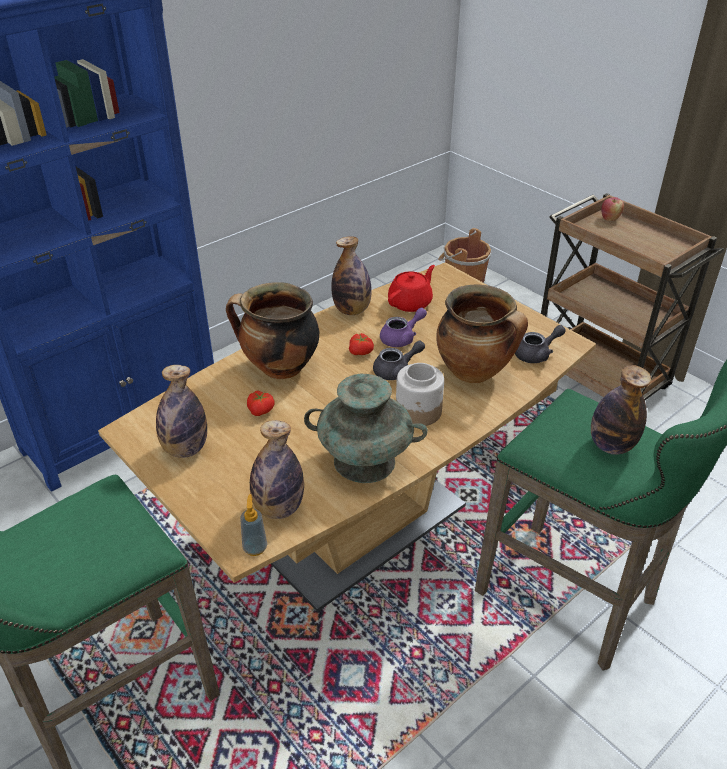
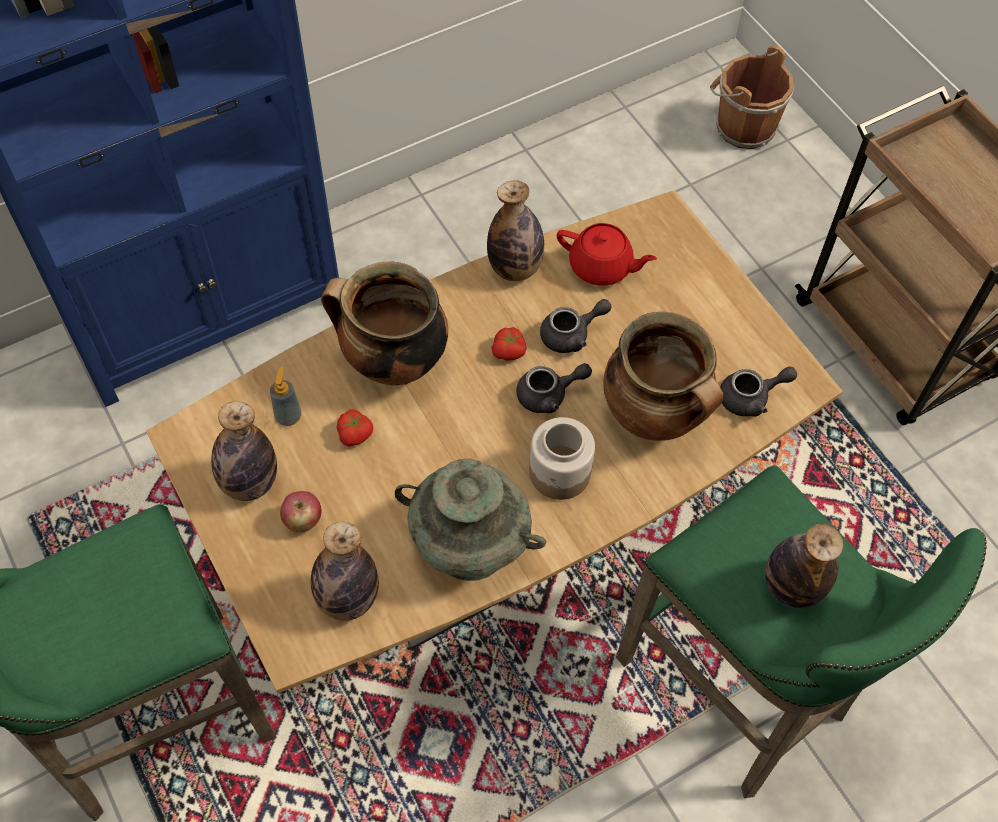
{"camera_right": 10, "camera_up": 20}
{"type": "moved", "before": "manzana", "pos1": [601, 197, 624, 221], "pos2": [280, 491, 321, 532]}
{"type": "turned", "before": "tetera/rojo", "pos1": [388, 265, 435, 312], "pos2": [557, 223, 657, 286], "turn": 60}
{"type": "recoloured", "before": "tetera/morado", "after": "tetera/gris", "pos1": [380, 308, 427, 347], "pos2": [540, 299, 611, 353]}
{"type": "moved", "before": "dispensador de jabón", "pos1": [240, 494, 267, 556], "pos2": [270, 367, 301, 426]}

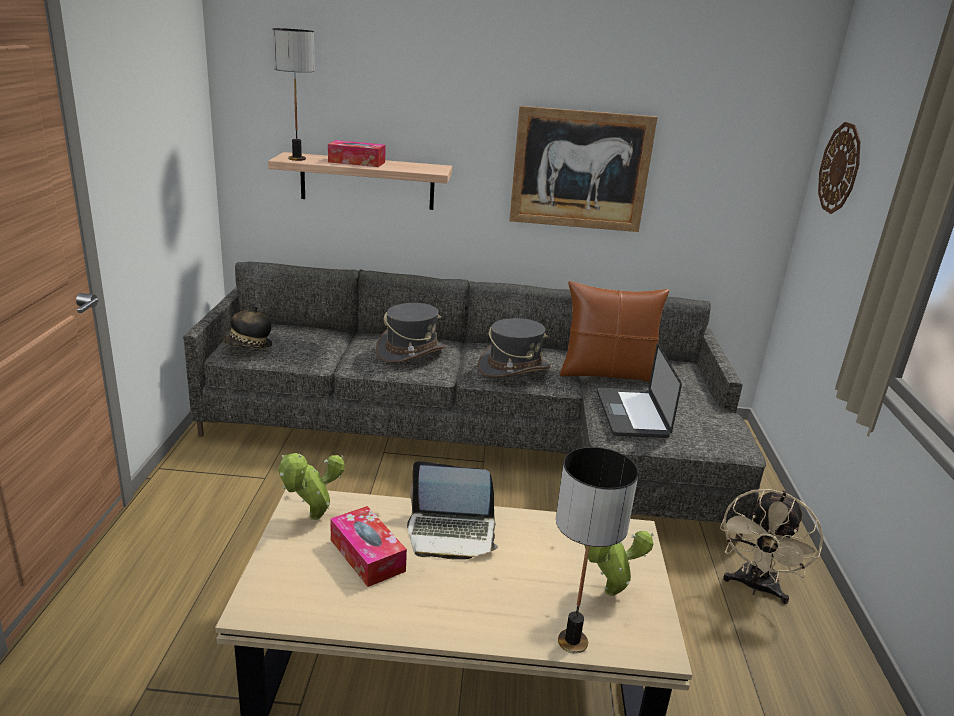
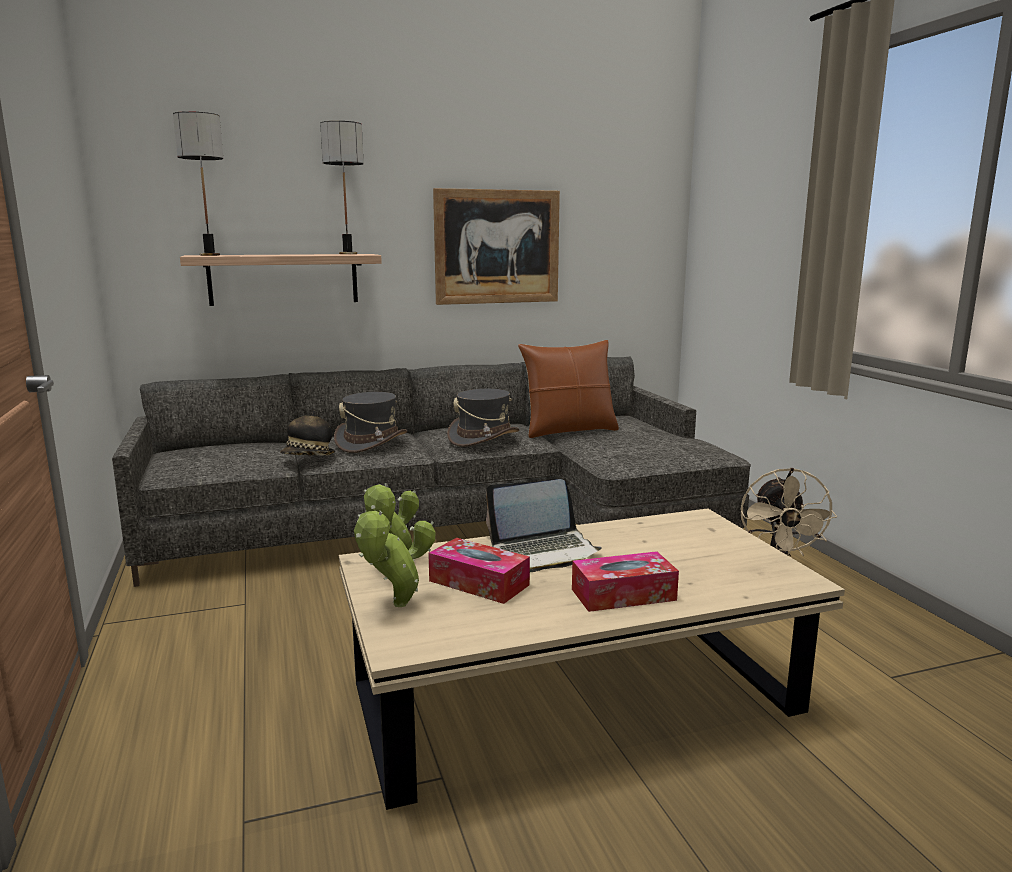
{"camera_right": -20, "camera_up": -10}
{"type": "removed", "before": "reloj de pared", "pos1": [818, 122, 860, 214]}
{"type": "moved", "before": "caja de pañuelos", "pos1": [328, 140, 386, 167], "pos2": [572, 551, 679, 612]}
{"type": "moved", "before": "sombrero", "pos1": [222, 306, 272, 349], "pos2": [280, 410, 335, 456]}
{"type": "removed", "before": "portátil", "pos1": [597, 343, 682, 438]}
{"type": "moved", "before": "lámpara de mesa", "pos1": [556, 447, 639, 654], "pos2": [320, 121, 364, 254]}
{"type": "moved", "before": "planta en maceta", "pos1": [584, 531, 654, 596], "pos2": [354, 511, 436, 607]}

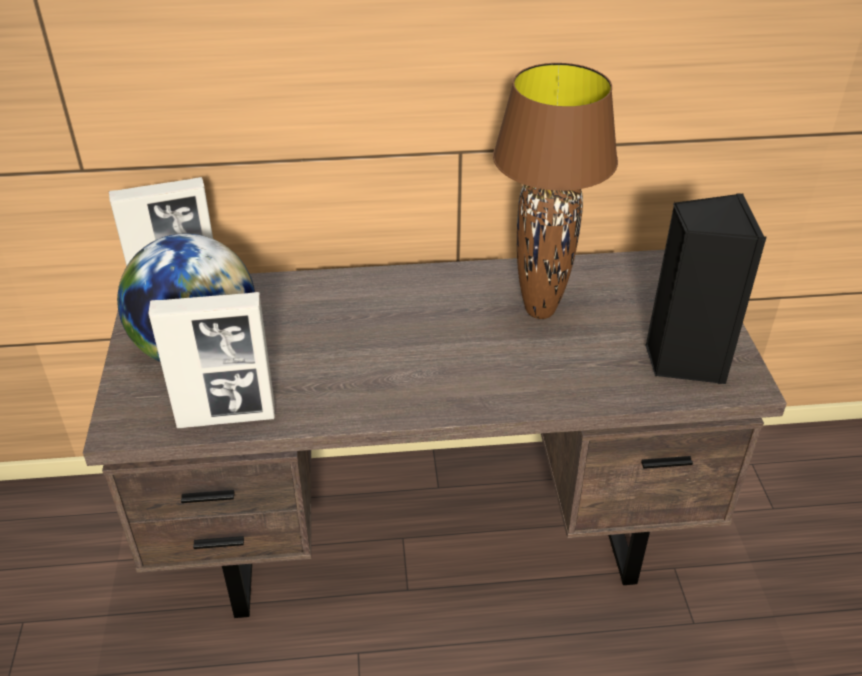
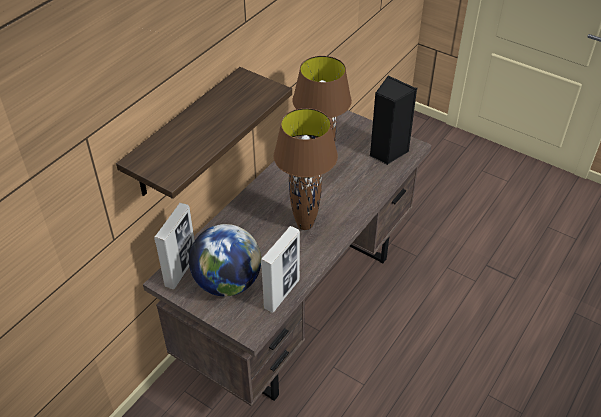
{"camera_right": -50, "camera_up": 5}
{"type": "added", "after": "estante", "pos2": [116, 67, 292, 199]}
{"type": "added", "after": "lámpara de mesa/marrón", "pos2": [274, 108, 338, 230]}

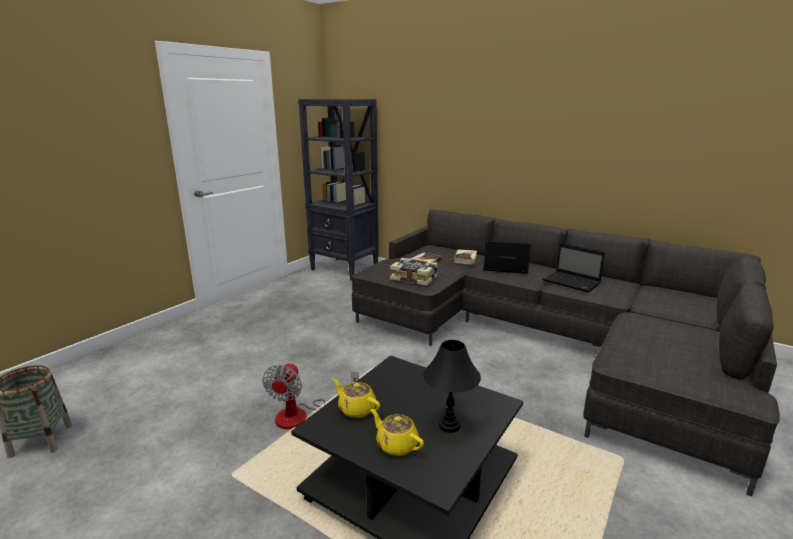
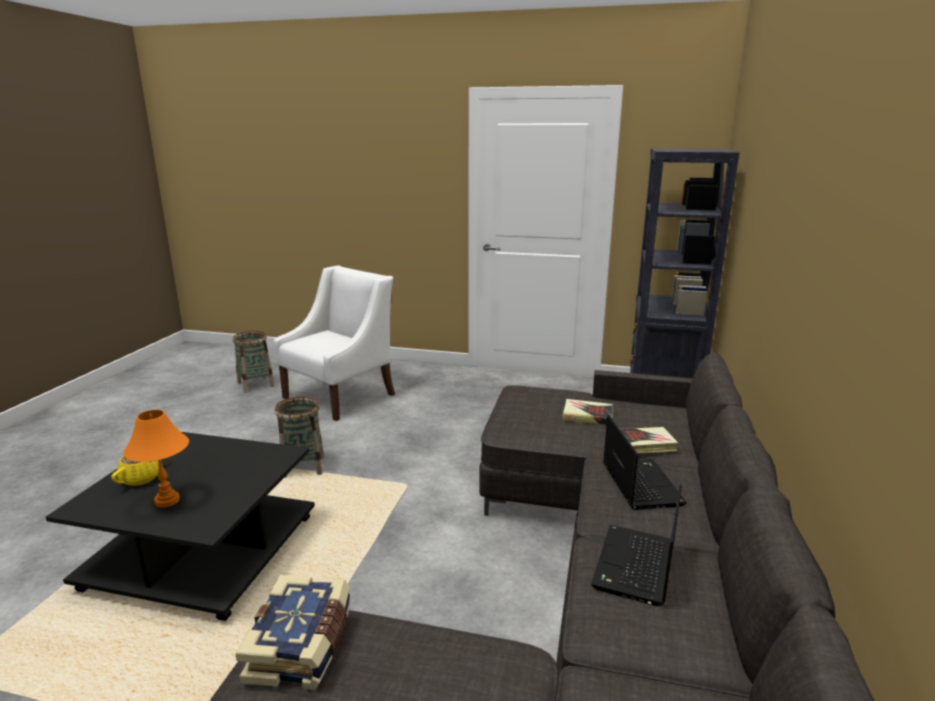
{"camera_right": 70, "camera_up": 0}
{"type": "moved", "before": "libro", "pos1": [390, 258, 438, 286], "pos2": [236, 575, 351, 690]}
{"type": "recoloured", "before": "lámpara de mesa/negro", "after": "lámpara de mesa/naranja", "pos1": [423, 340, 481, 433], "pos2": [123, 410, 189, 508]}
{"type": "replaced", "before": "ventilador", "after": "cesta", "pos1": [262, 362, 359, 429], "pos2": [275, 397, 324, 478]}
{"type": "removed", "before": "tetera/amarillo", "pos1": [333, 379, 380, 418]}
{"type": "added", "after": "sillón/blanco", "pos2": [274, 265, 395, 421]}

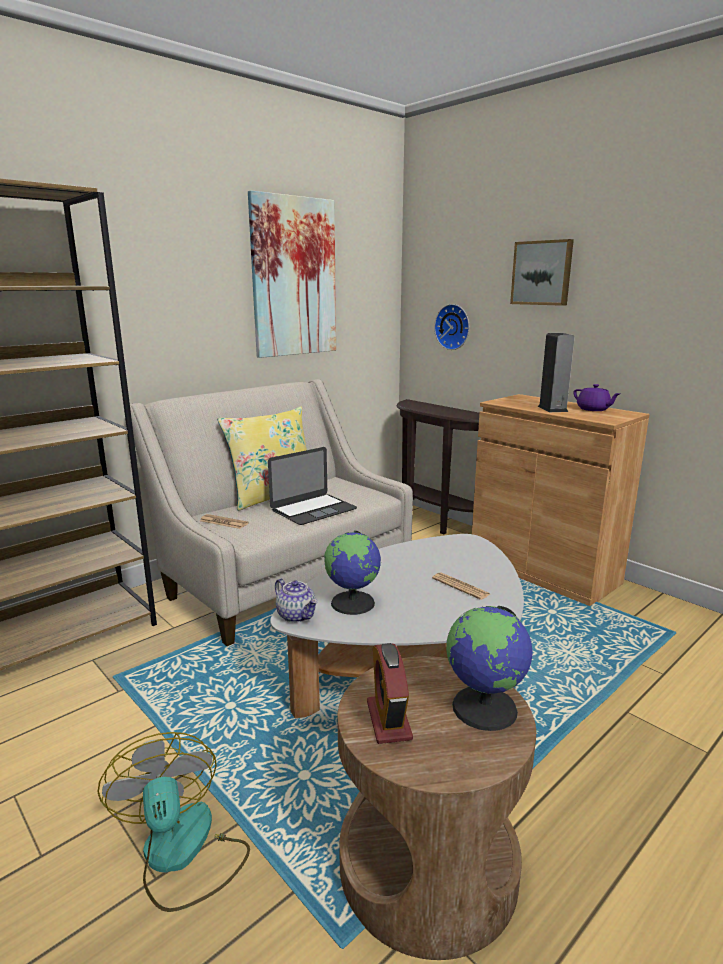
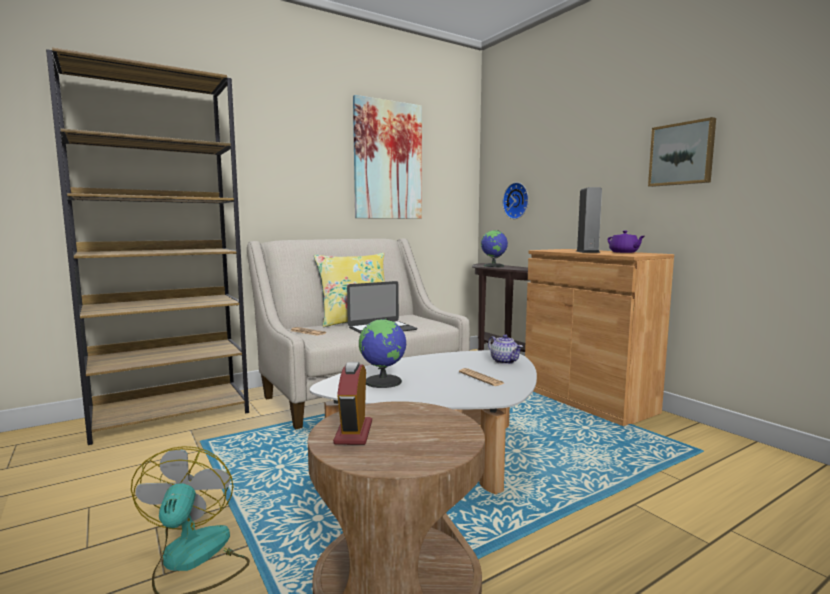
{"camera_right": 10, "camera_up": -10}
{"type": "moved", "before": "cuadro", "pos1": [510, 239, 574, 306], "pos2": [648, 117, 716, 187]}
{"type": "moved", "before": "tetera", "pos1": [275, 579, 318, 623], "pos2": [488, 335, 523, 364]}
{"type": "moved", "before": "globo terráqueo", "pos1": [446, 606, 533, 731], "pos2": [481, 230, 508, 267]}

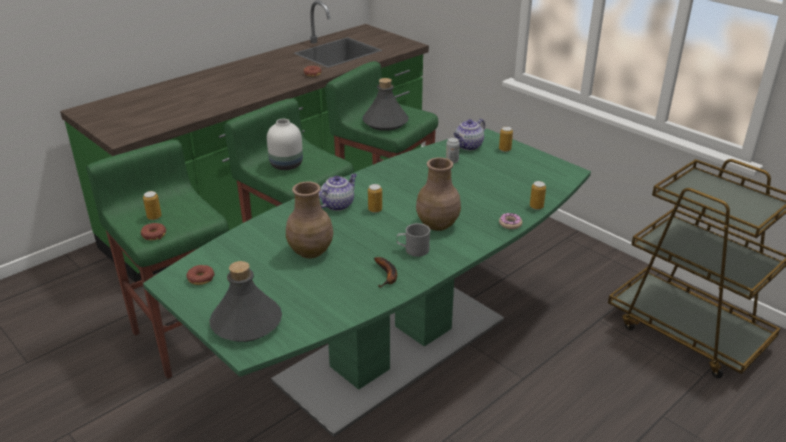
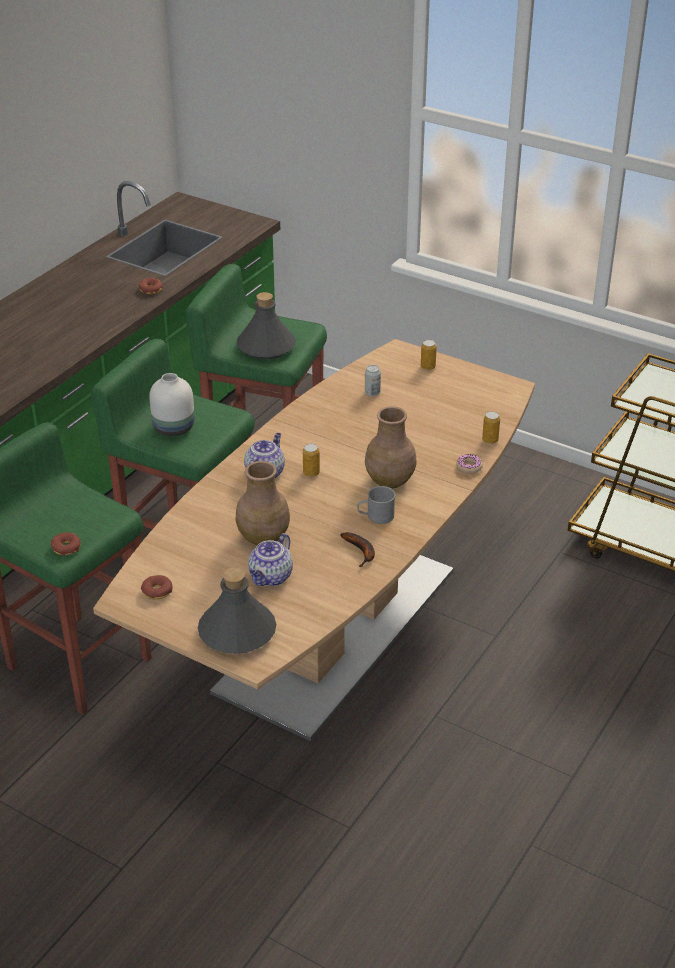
{"camera_right": -15, "camera_up": 5}
{"type": "moved", "before": "tetera", "pos1": [454, 119, 485, 150], "pos2": [248, 533, 293, 586]}
{"type": "recoloured", "before": "mesa de comedor/verde", "after": "mesa de comedor/marrón", "pos1": [143, 129, 591, 437], "pos2": [93, 339, 535, 741]}
{"type": "removed", "before": "lata", "pos1": [143, 191, 162, 220]}

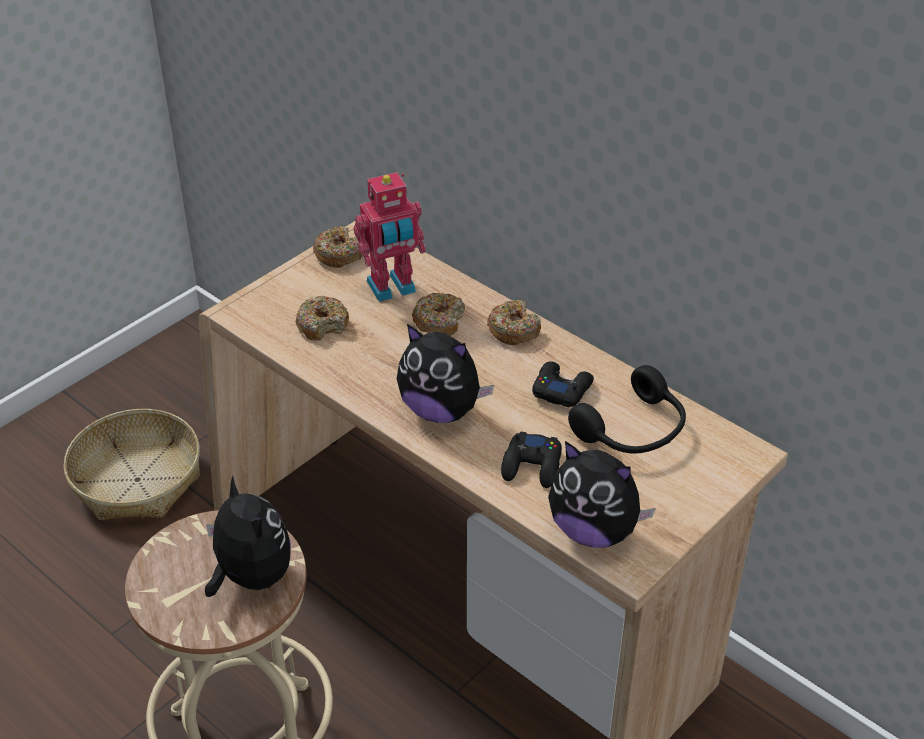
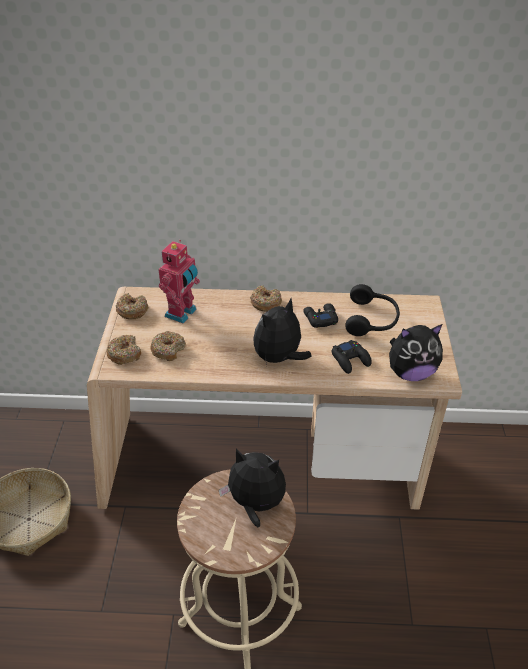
{"camera_right": -40, "camera_up": 0}
{"type": "moved", "before": "rosquilla", "pos1": [412, 293, 465, 336], "pos2": [106, 335, 141, 365]}
{"type": "turned", "before": "peluche", "pos1": [397, 324, 494, 423], "pos2": [253, 298, 312, 365], "turn": 150}

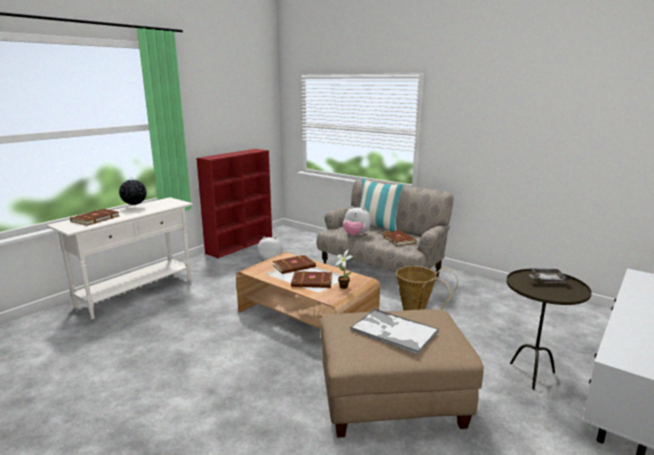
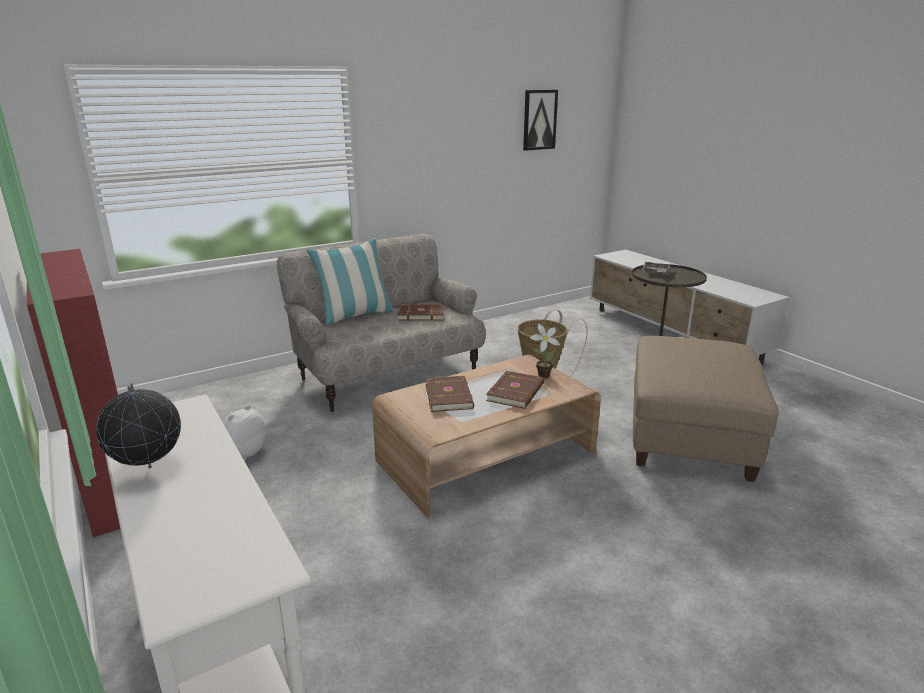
{"camera_right": -70, "camera_up": 5}
{"type": "removed", "before": "peluche", "pos1": [343, 206, 371, 236]}
{"type": "removed", "before": "libro/marrón", "pos1": [70, 209, 119, 226]}
{"type": "removed", "before": "bandeja", "pos1": [350, 309, 439, 355]}
{"type": "added", "after": "cuadro", "pos2": [523, 90, 558, 151]}

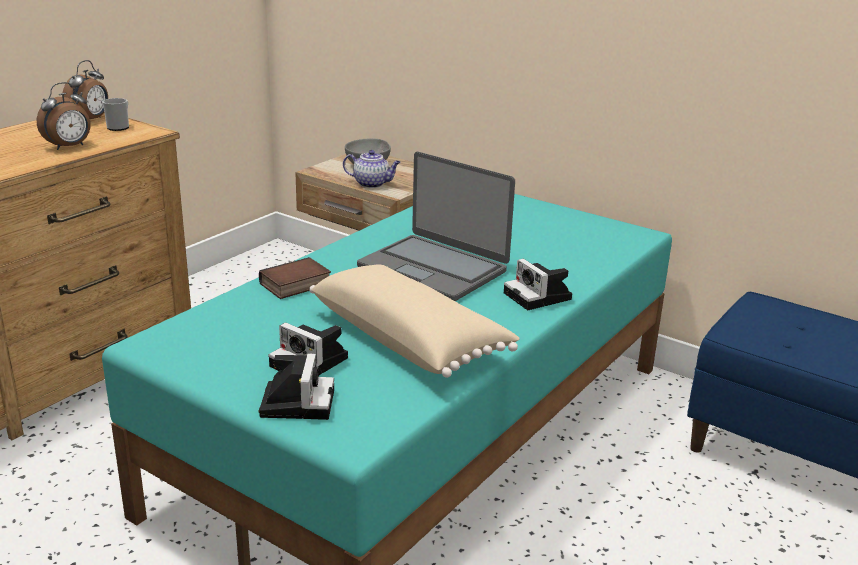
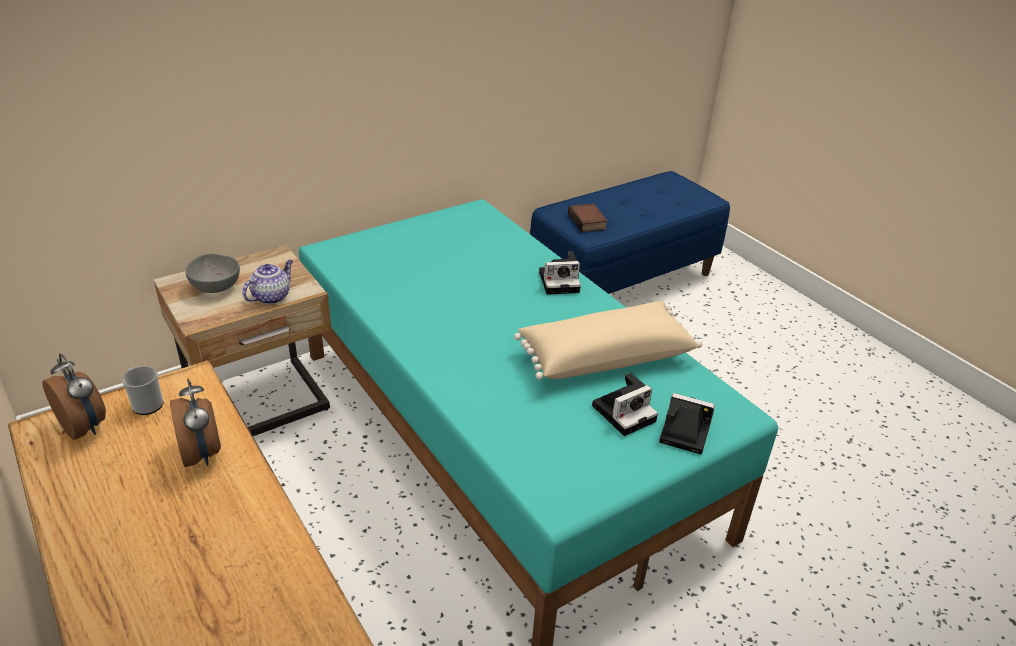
{"camera_right": -70, "camera_up": 10}
{"type": "removed", "before": "portátil", "pos1": [357, 152, 515, 301]}
{"type": "moved", "before": "libro", "pos1": [259, 257, 331, 299], "pos2": [568, 203, 608, 232]}

